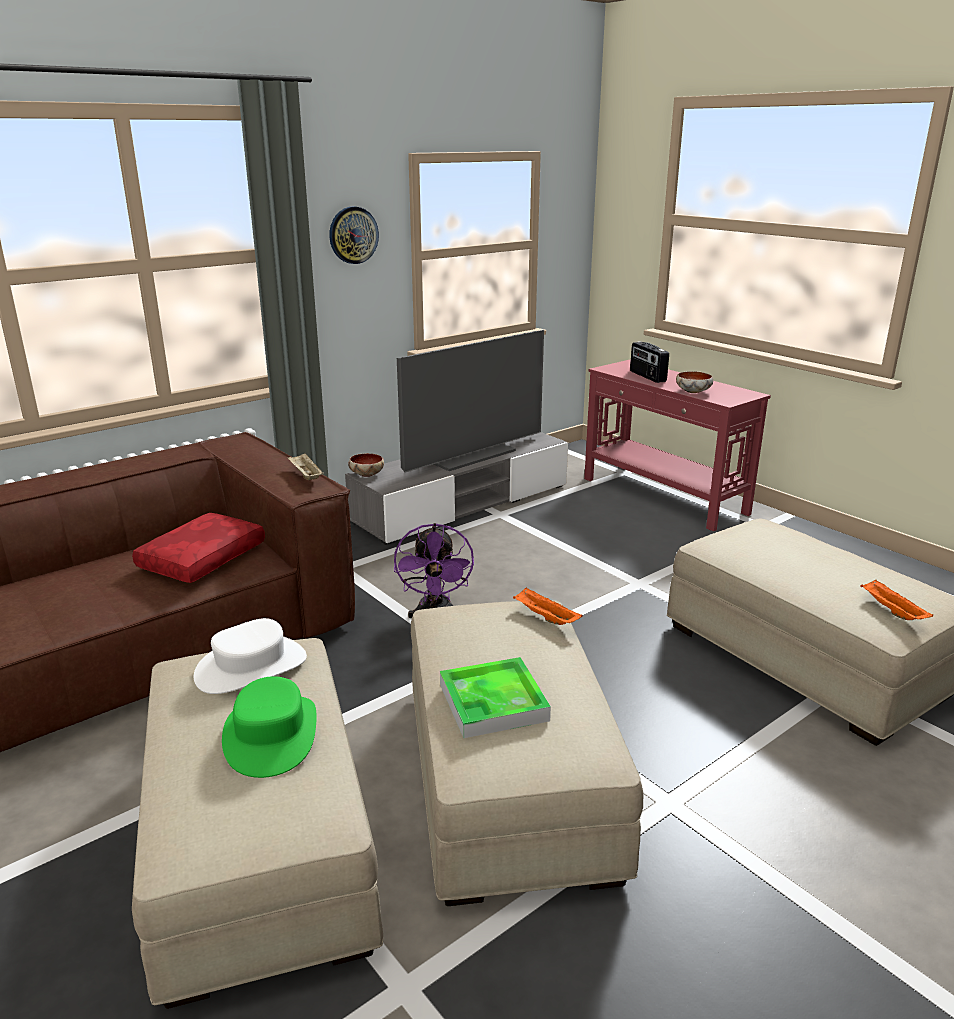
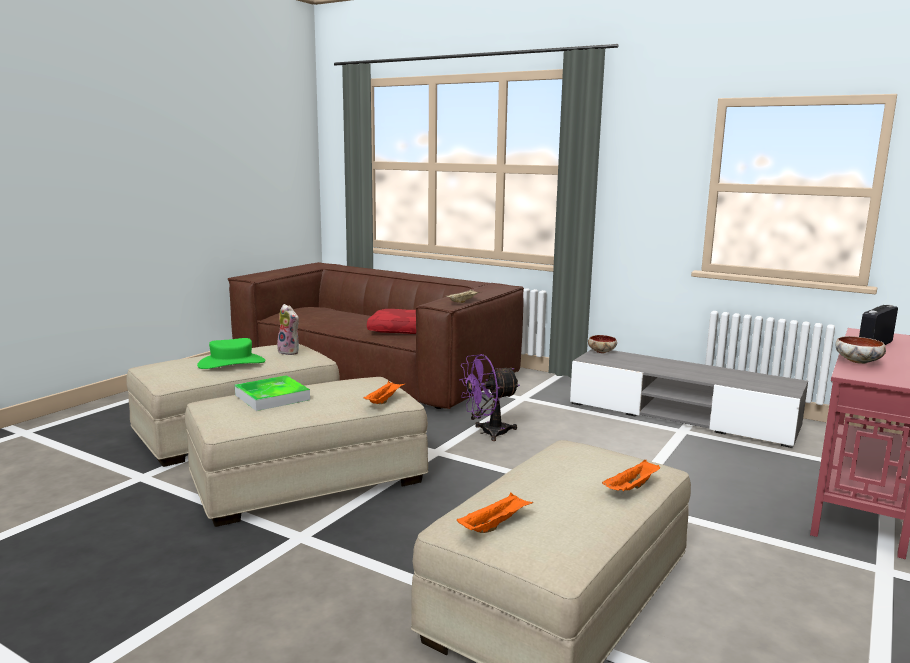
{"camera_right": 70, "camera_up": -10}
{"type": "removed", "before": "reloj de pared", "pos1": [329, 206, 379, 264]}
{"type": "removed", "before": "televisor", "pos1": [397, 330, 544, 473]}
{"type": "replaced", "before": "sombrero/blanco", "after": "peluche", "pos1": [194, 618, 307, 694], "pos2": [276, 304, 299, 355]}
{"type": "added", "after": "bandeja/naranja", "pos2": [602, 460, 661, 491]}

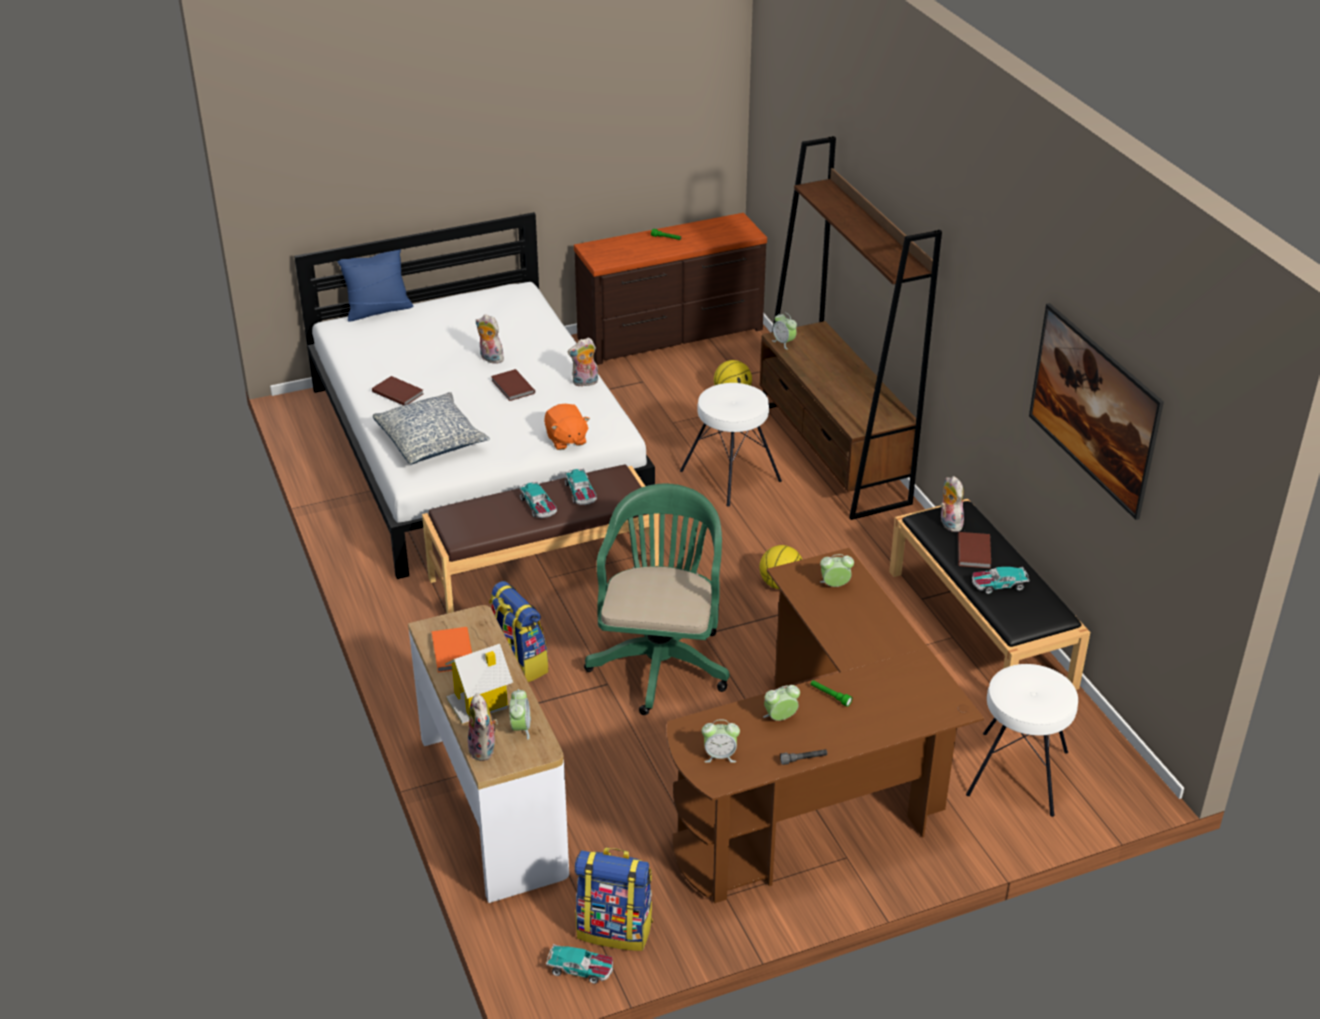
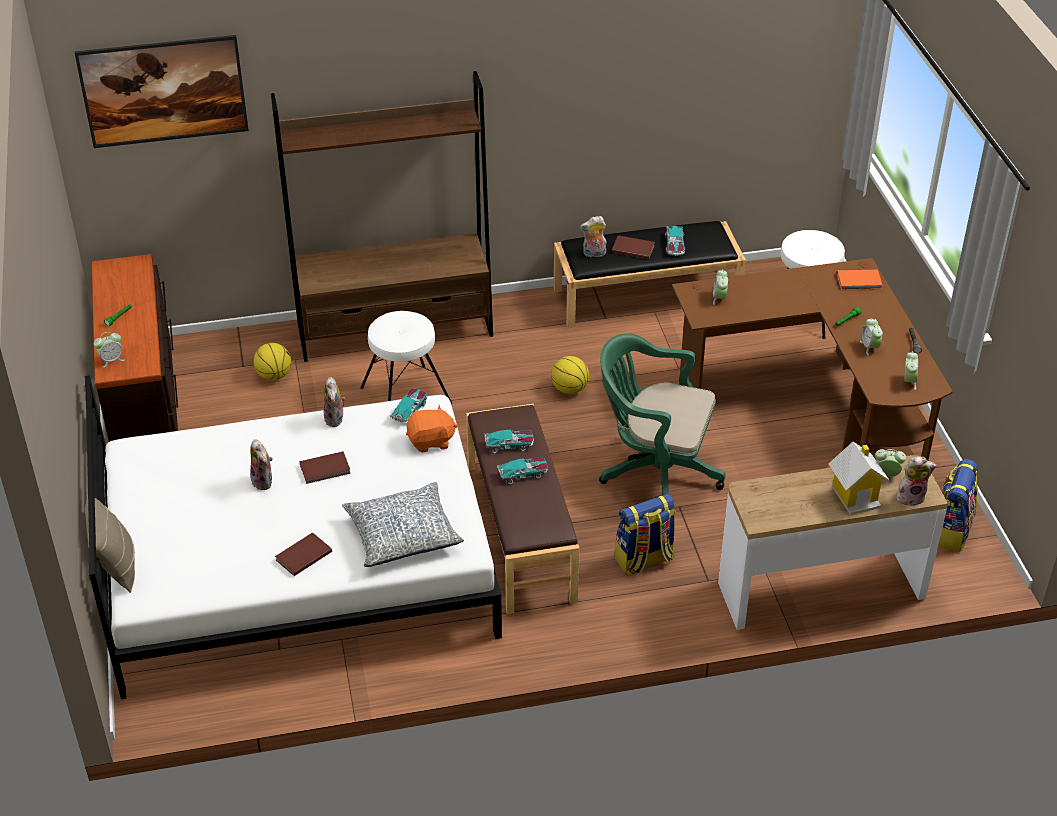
{"camera_right": -80, "camera_up": 5}
{"type": "recoloured", "before": "cojín/azul", "after": "cojín/beis", "pos1": [337, 249, 413, 321], "pos2": [85, 493, 135, 593]}
{"type": "moved", "before": "cuadro", "pos1": [1029, 303, 1164, 520], "pos2": [74, 35, 249, 148]}
{"type": "moved", "before": "despertador", "pos1": [772, 313, 797, 350], "pos2": [94, 332, 125, 368]}
{"type": "turned", "before": "peluche", "pos1": [476, 314, 505, 364], "pos2": [250, 439, 273, 490], "turn": -75}
{"type": "moved", "before": "libro/naranja", "pos1": [432, 627, 472, 673], "pos2": [837, 270, 882, 290]}
{"type": "moved", "before": "coche de juguete", "pos1": [546, 944, 613, 984], "pos2": [390, 388, 427, 423]}

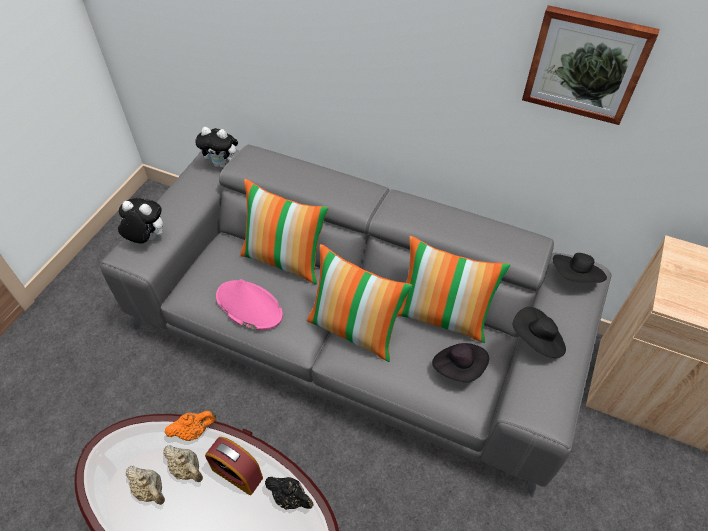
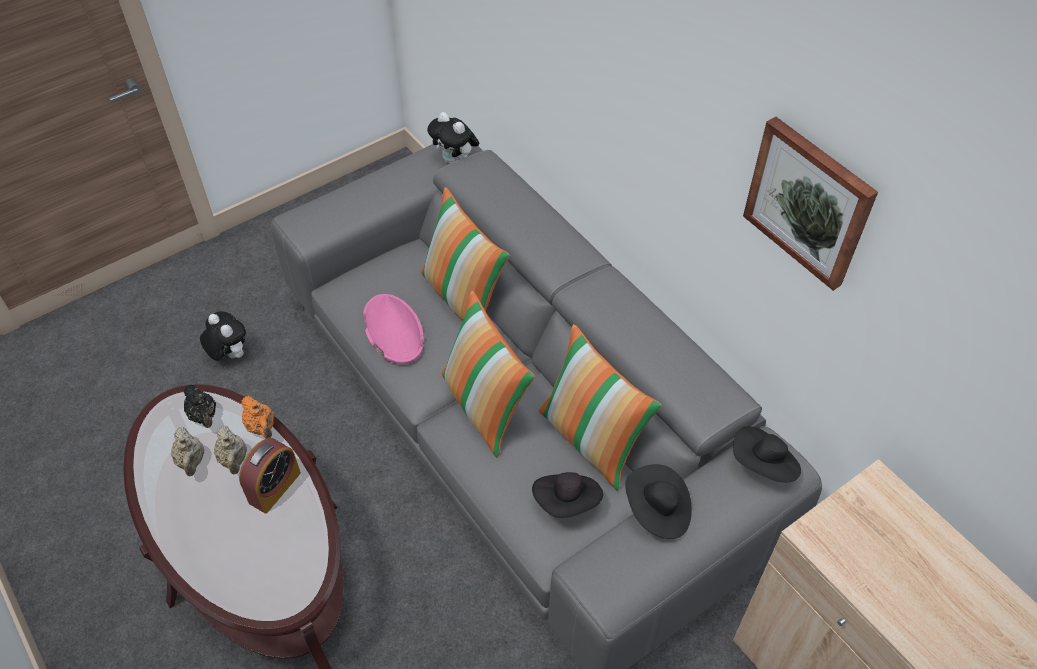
{"camera_right": 30, "camera_up": 0}
{"type": "moved", "before": "peluche", "pos1": [118, 198, 163, 244], "pos2": [200, 311, 246, 361]}
{"type": "turned", "before": "tetera/naranja", "pos1": [164, 411, 216, 441], "pos2": [241, 396, 274, 439], "turn": 45}
{"type": "turned", "before": "despertador", "pos1": [205, 437, 263, 495], "pos2": [239, 438, 301, 514], "turn": -120}
{"type": "moved", "before": "tetera/negro", "pos1": [265, 477, 314, 510], "pos2": [184, 384, 216, 428]}

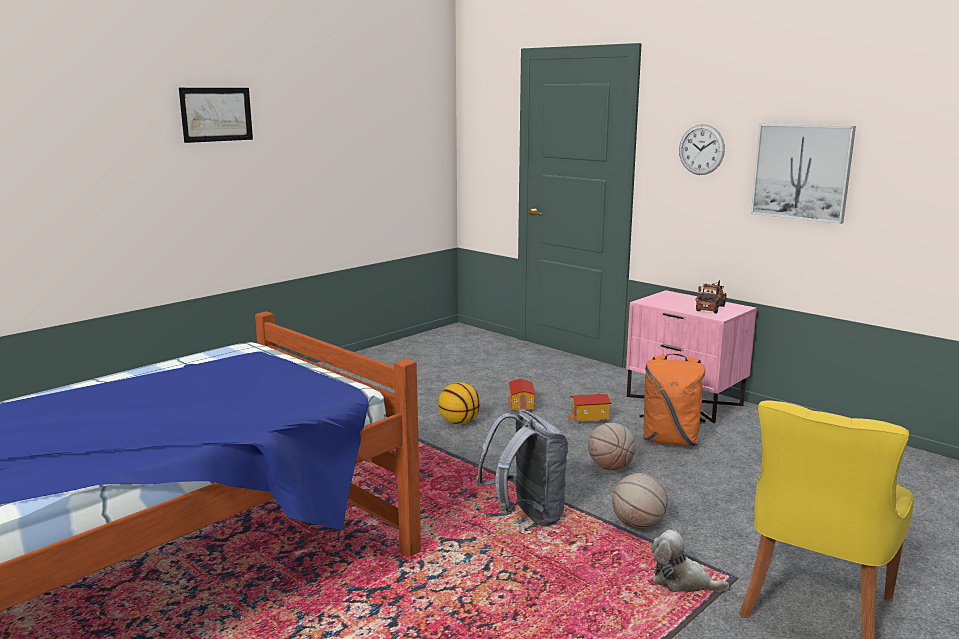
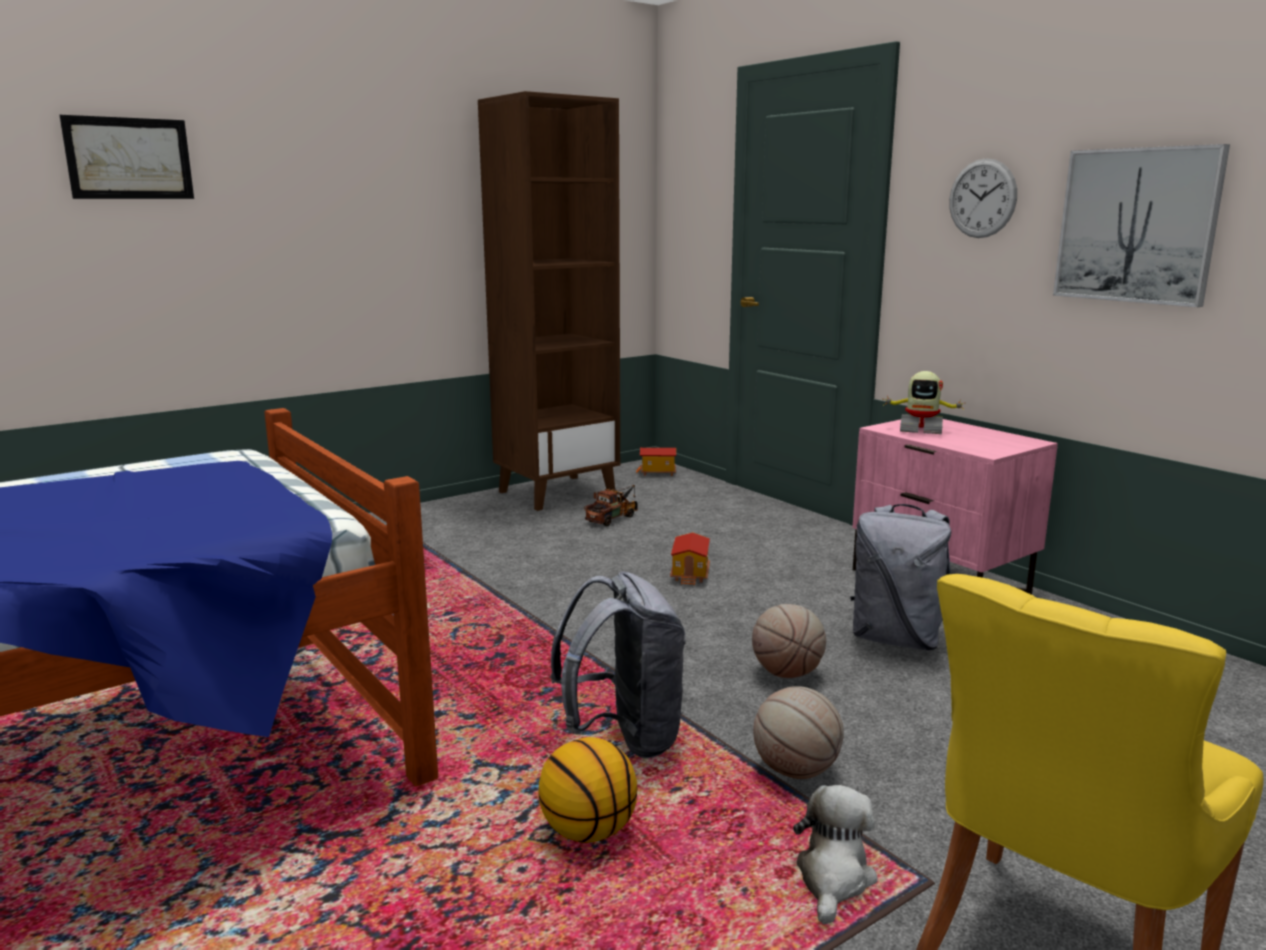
{"camera_right": 10, "camera_up": 0}
{"type": "moved", "before": "cuadro", "pos1": [179, 88, 253, 143], "pos2": [60, 115, 194, 199]}
{"type": "moved", "before": "camión de juguete", "pos1": [695, 280, 727, 314], "pos2": [584, 485, 638, 526]}
{"type": "recoloured", "before": "mochila/naranja", "after": "mochila/gris", "pos1": [639, 354, 706, 446], "pos2": [851, 504, 951, 650]}
{"type": "moved", "before": "balón de baloncesto", "pos1": [438, 382, 480, 425], "pos2": [539, 737, 638, 843]}
{"type": "moved", "before": "casita", "pos1": [568, 394, 611, 424], "pos2": [636, 448, 676, 476]}
{"type": "turned", "before": "peluche", "pos1": [651, 530, 729, 592], "pos2": [793, 785, 878, 925], "turn": 75}
{"type": "added", "after": "estantería/marrón", "pos2": [478, 91, 620, 511]}
{"type": "added", "after": "robot de juguete", "pos2": [883, 371, 965, 434]}

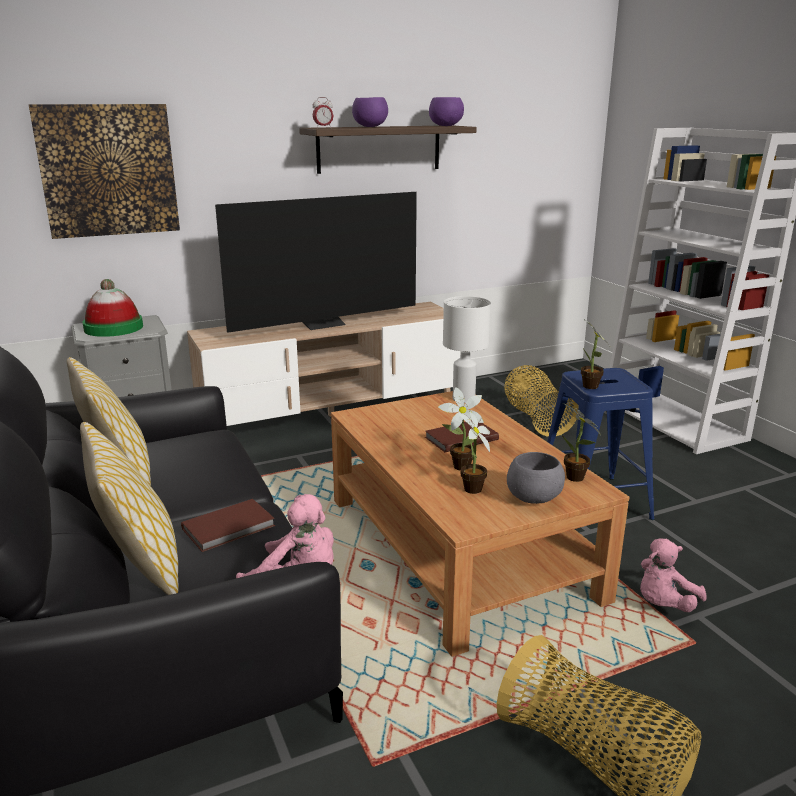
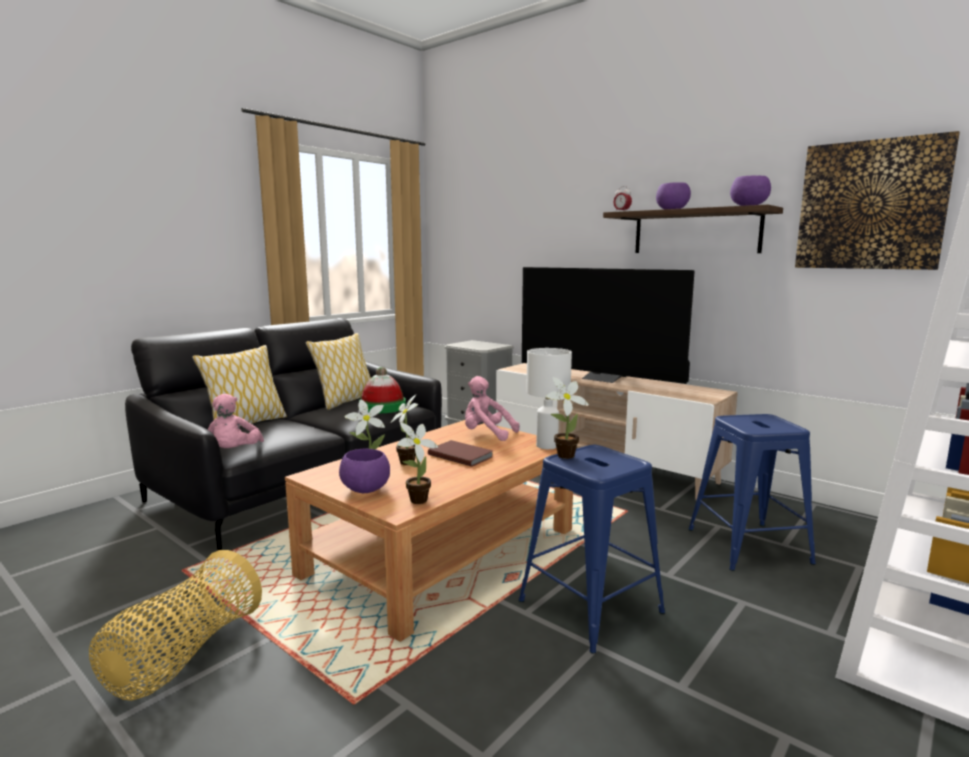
{"camera_right": 65, "camera_up": -10}
{"type": "moved", "before": "cuadro", "pos1": [29, 104, 180, 239], "pos2": [795, 131, 960, 270]}
{"type": "moved", "before": "sombrero", "pos1": [83, 279, 143, 337], "pos2": [359, 367, 406, 413]}
{"type": "replaced", "before": "cesta", "after": "taburete/azul", "pos1": [504, 365, 578, 437], "pos2": [688, 414, 816, 571]}
{"type": "recoloured", "before": "cuenco/gris", "after": "cuenco/morado", "pos1": [507, 452, 565, 504], "pos2": [339, 449, 390, 493]}
{"type": "removed", "before": "libro/marrón", "pos1": [181, 499, 275, 552]}
{"type": "moved", "before": "peluche/rosa", "pos1": [640, 538, 706, 612], "pos2": [465, 376, 520, 441]}

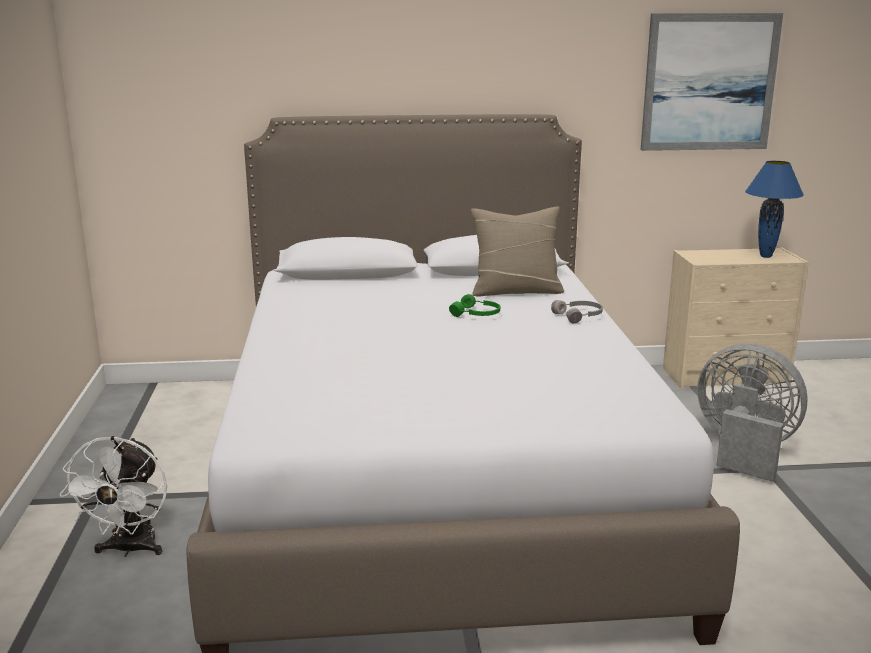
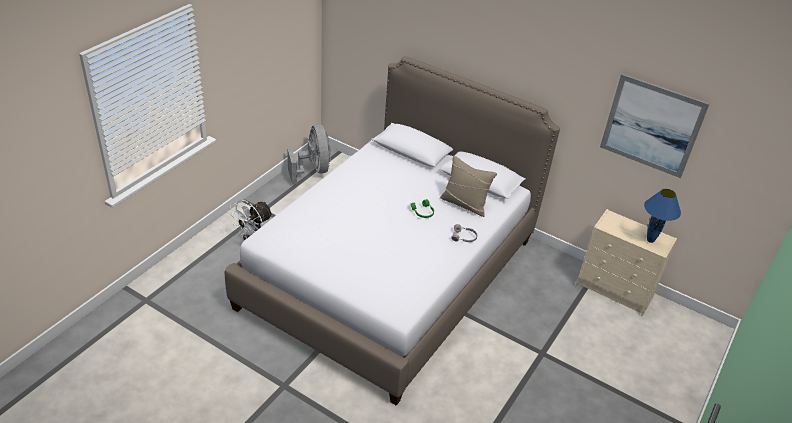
{"camera_right": 35, "camera_up": 20}
{"type": "moved", "before": "ventilador/gris", "pos1": [697, 344, 808, 482], "pos2": [287, 124, 331, 184]}

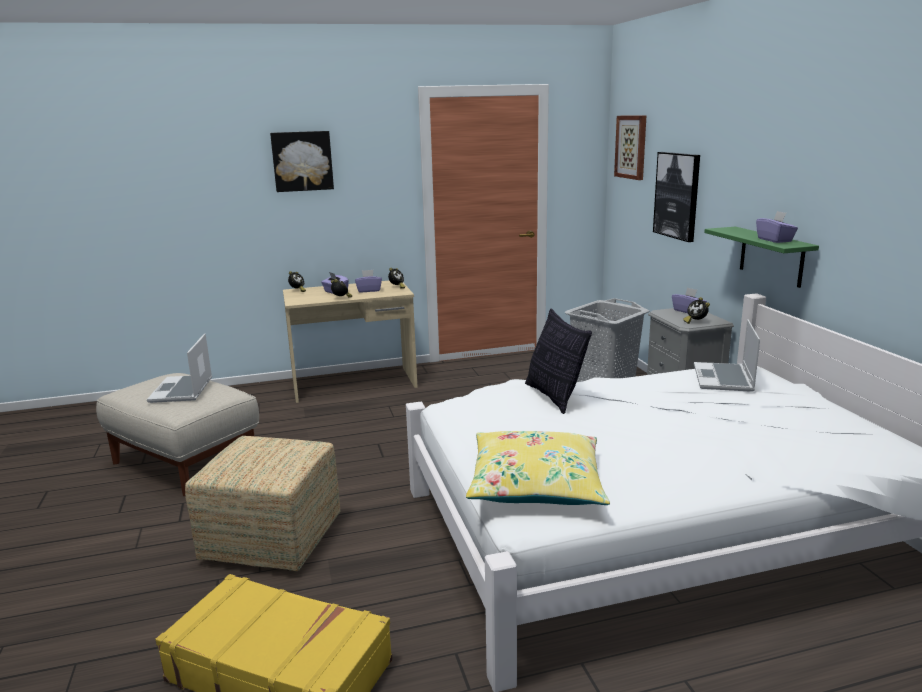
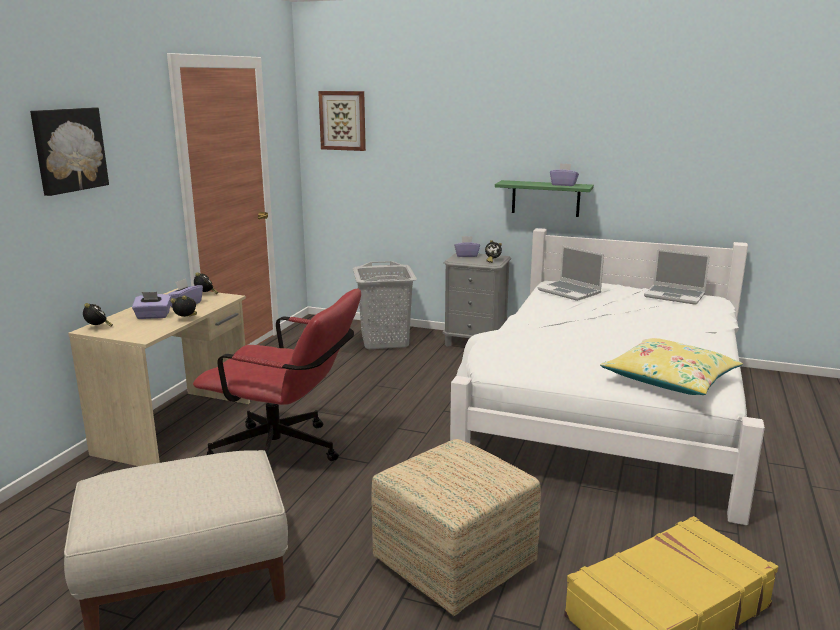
{"camera_right": -55, "camera_up": 0}
{"type": "removed", "before": "cuadro", "pos1": [653, 152, 700, 242]}
{"type": "removed", "before": "cojín", "pos1": [525, 309, 592, 414]}
{"type": "moved", "before": "portátil", "pos1": [147, 333, 212, 403], "pos2": [644, 249, 710, 305]}
{"type": "added", "after": "silla de oficina/rojo", "pos2": [193, 289, 361, 461]}

